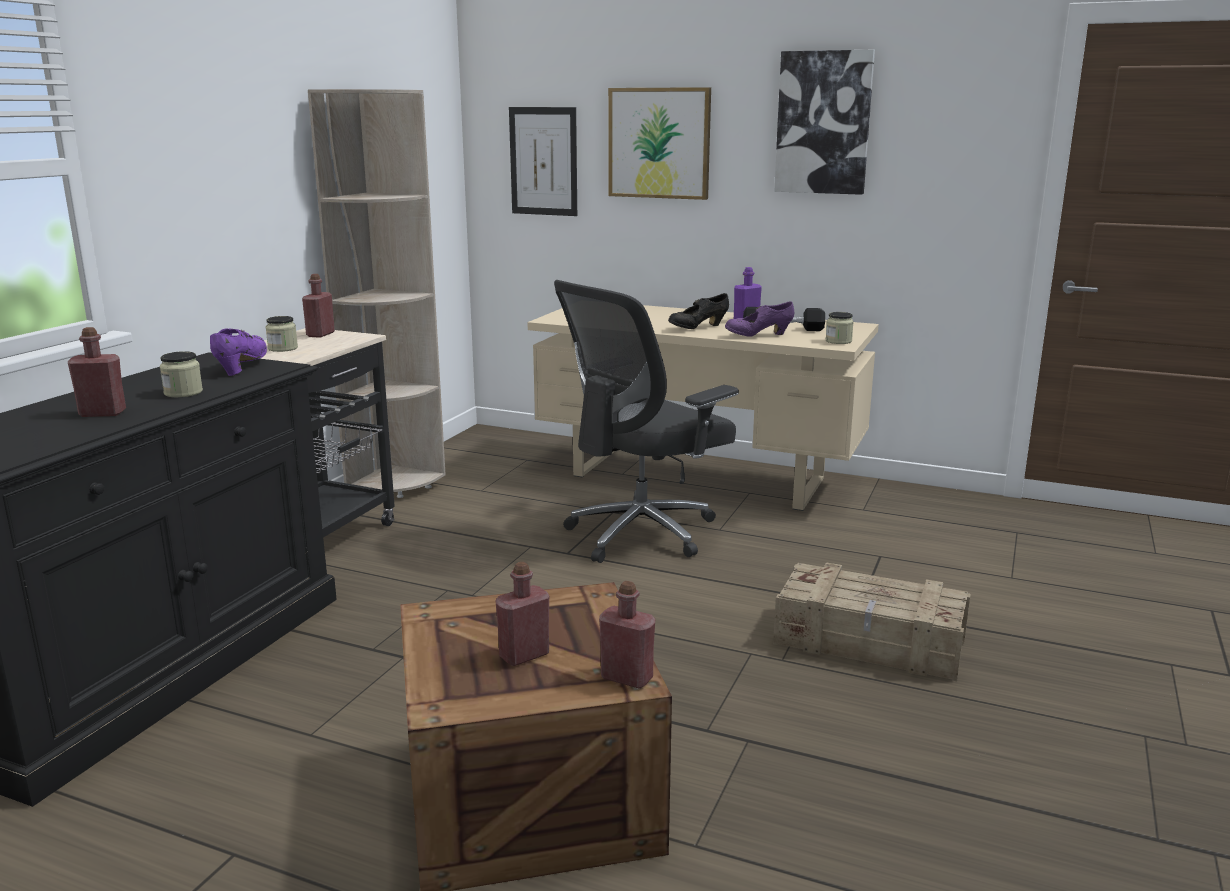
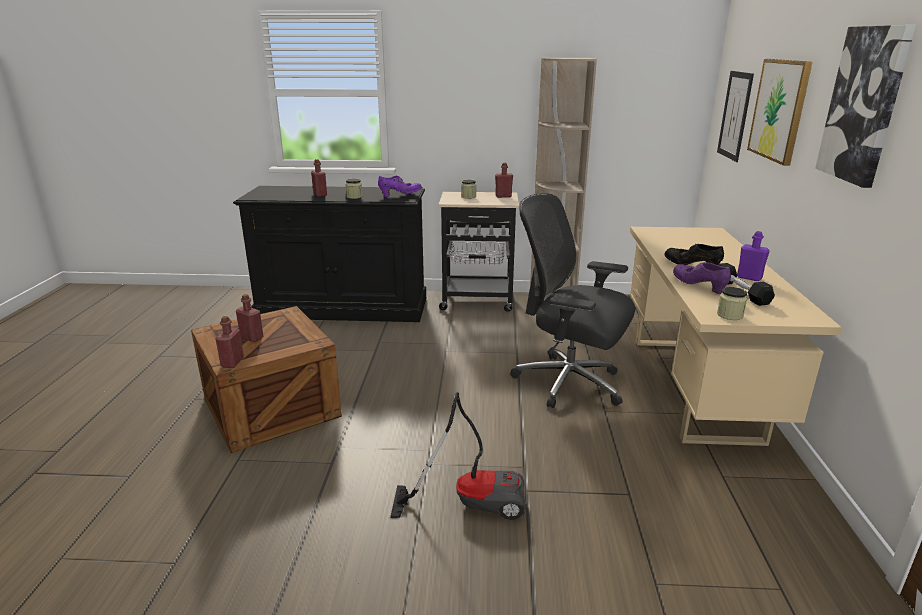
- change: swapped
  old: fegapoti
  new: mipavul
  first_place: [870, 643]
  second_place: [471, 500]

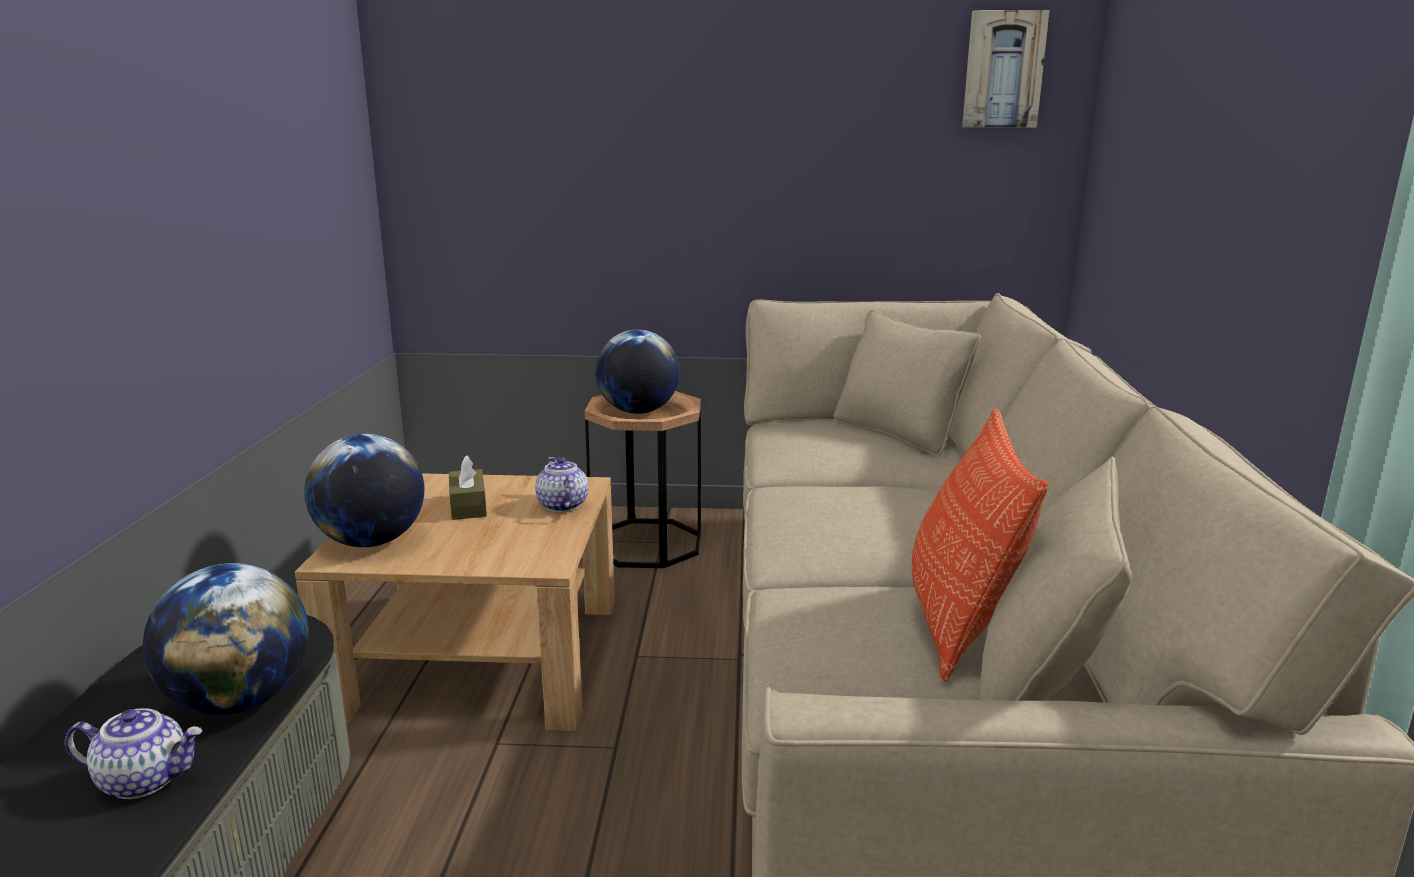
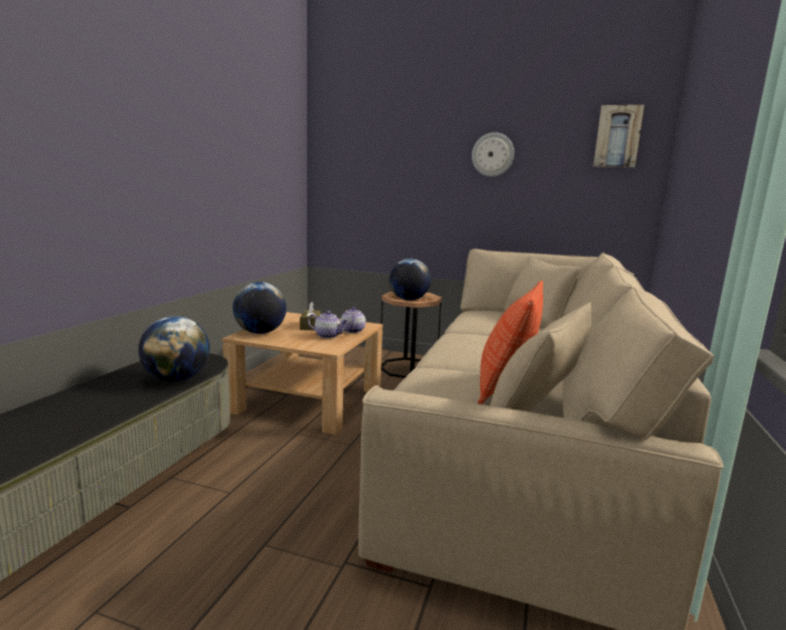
- change: shifted
  old: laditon
  first_place: [145, 779]
  second_place: [328, 335]
- change: new
  new: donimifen
  second_place: [493, 154]

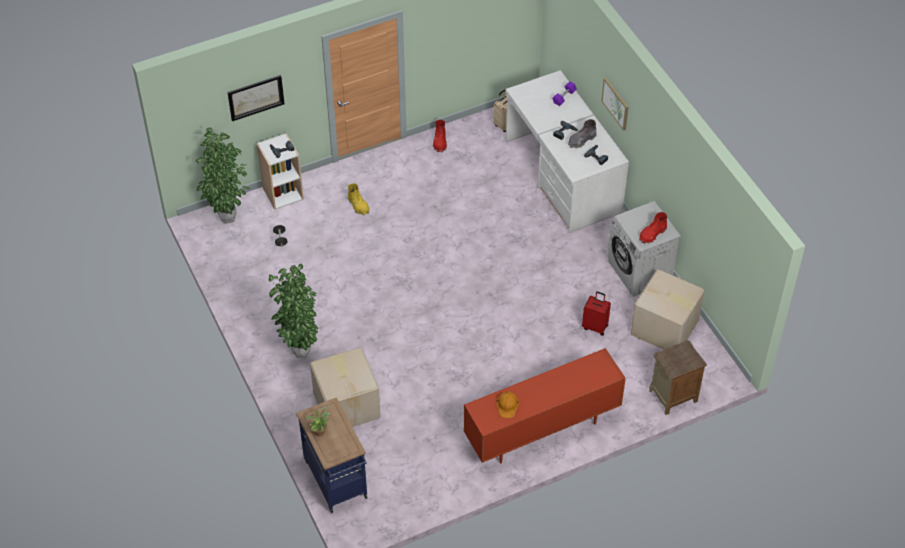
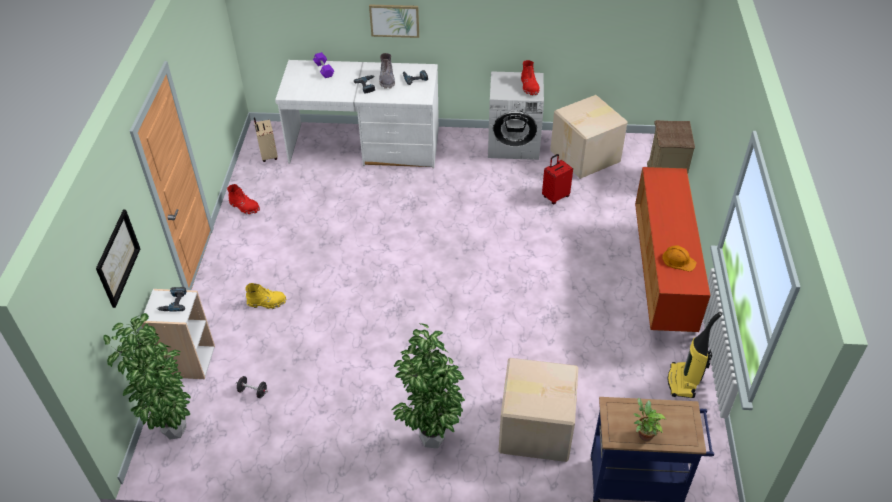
- change: new
  new: mipavul
  second_place: [683, 382]

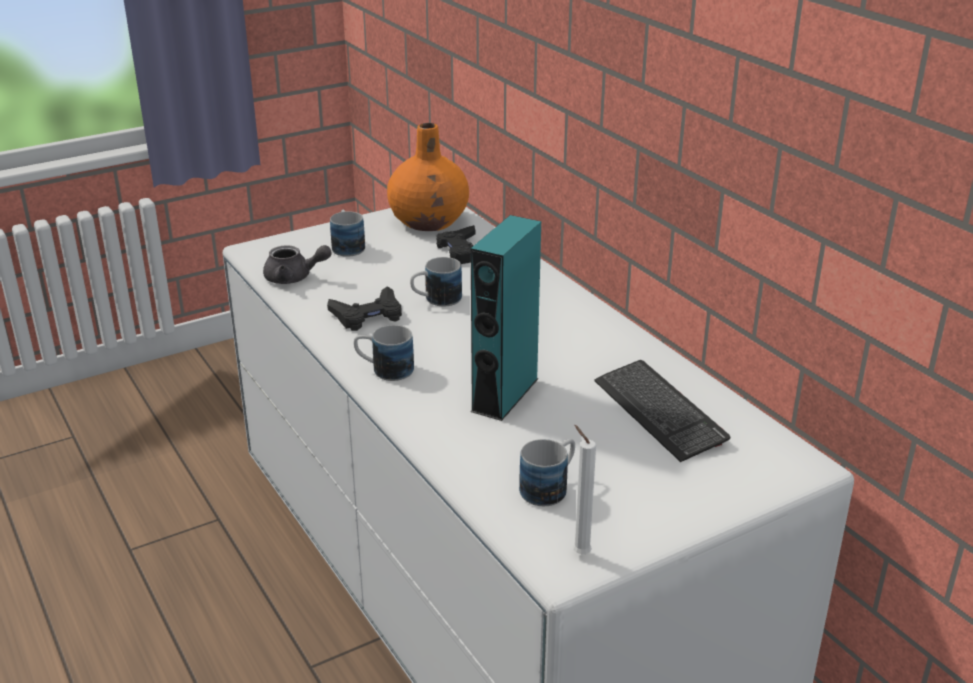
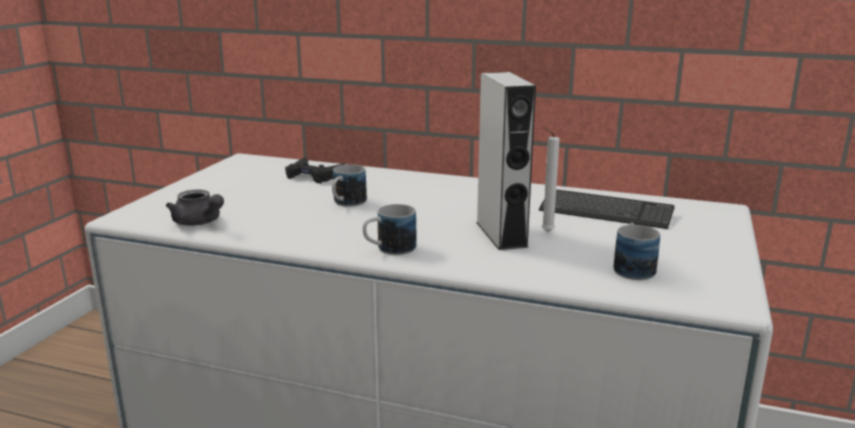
- change: rotated
  old: grey_laditon
  first_place: [294, 278]
  second_place: [199, 223]
  degrees: 75
- change: repainted
  old: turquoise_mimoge
  new: grey_mimoge
  first_place: [505, 395]
  second_place: [501, 234]
- change: shifted
  old: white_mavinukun
  first_place: [579, 552]
  second_place: [545, 232]
- change: gone
  old: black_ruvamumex
  first_place: [368, 315]
- change: gone
  old: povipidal
  first_place: [347, 246]
- change: gone
  old: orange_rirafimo
  first_place: [429, 221]

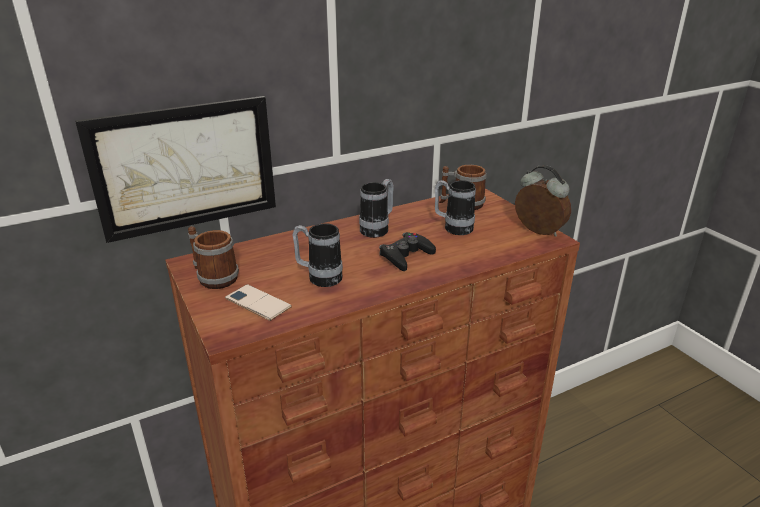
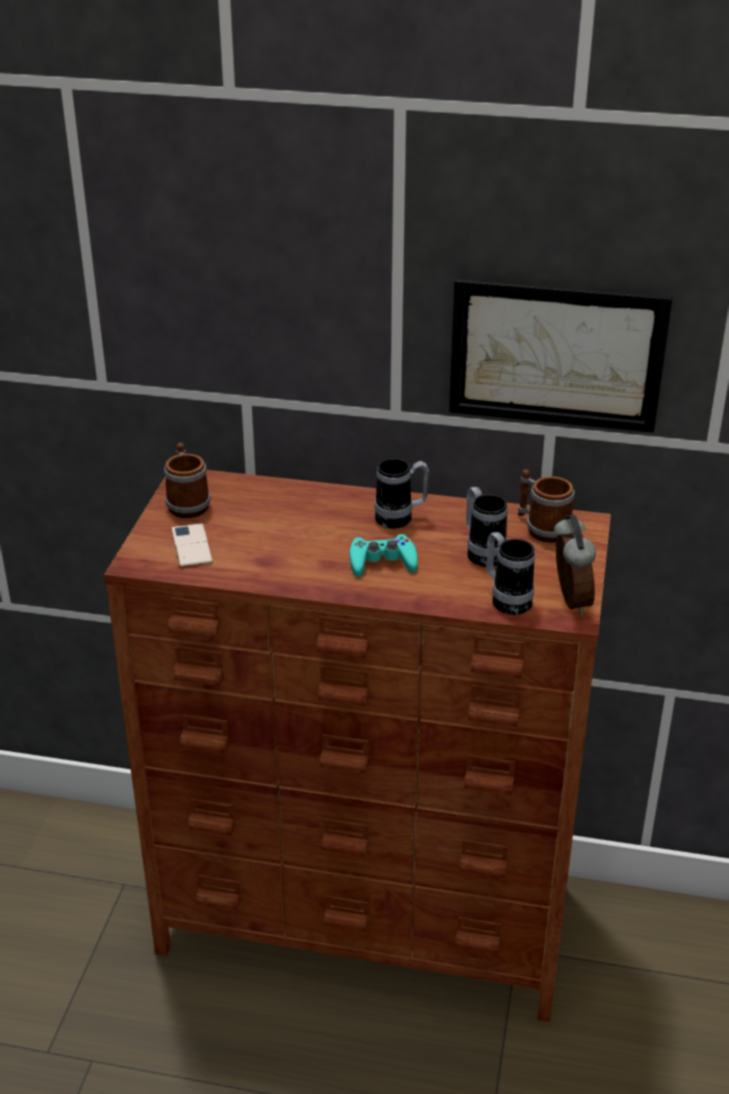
- change: repainted
  old: black_ruvamumex
  new: turquoise_ruvamumex
  first_place: [406, 256]
  second_place: [382, 562]
- change: shifted
  old: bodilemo
  first_place: [185, 167]
  second_place: [556, 355]
- change: shifted
  old: povipidal
  first_place: [319, 278]
  second_place: [506, 599]

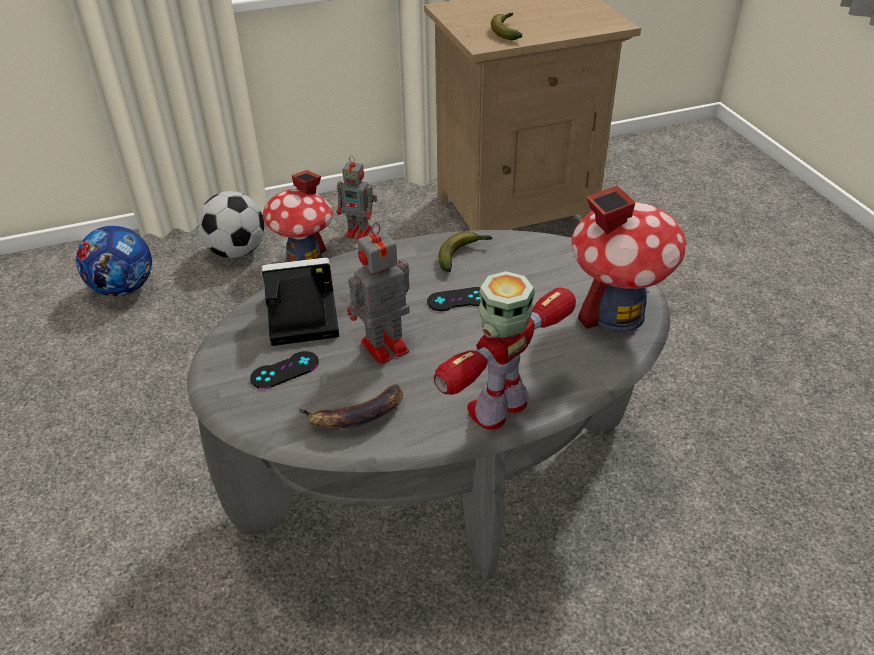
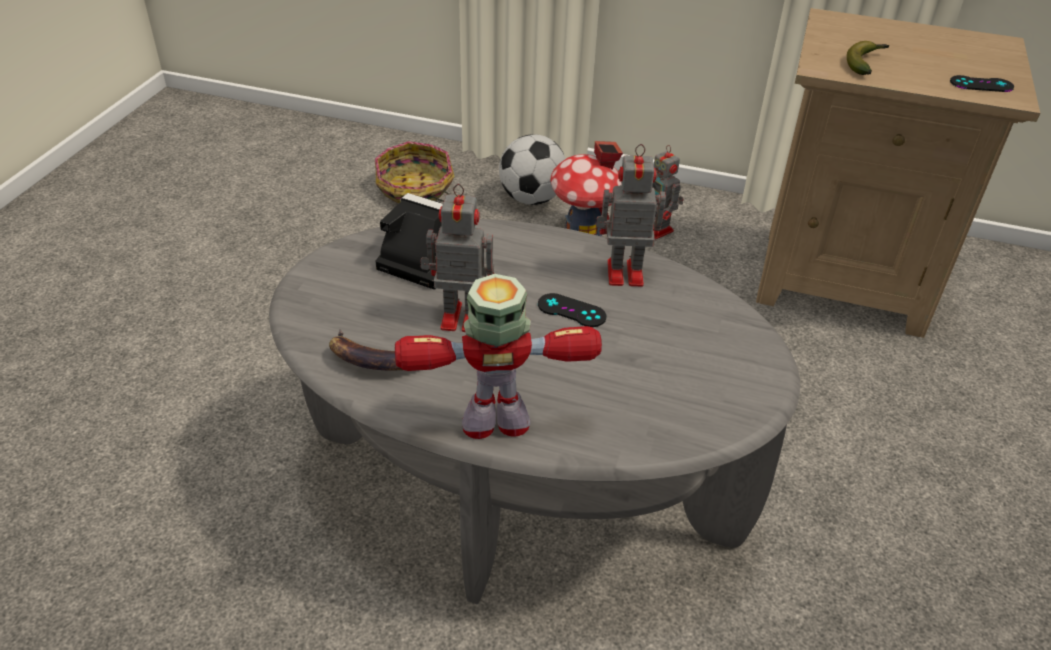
- change: swapped
  old: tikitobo
  new: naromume
  first_place: [124, 288]
  second_place: [415, 189]
- change: swapped
  old: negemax
  new: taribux
  first_place: [463, 255]
  second_place: [622, 273]
- change: shifted
  old: black_ruvamumex
  first_place: [285, 370]
  second_place: [981, 84]
- change: gone
  old: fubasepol
  first_place: [616, 313]

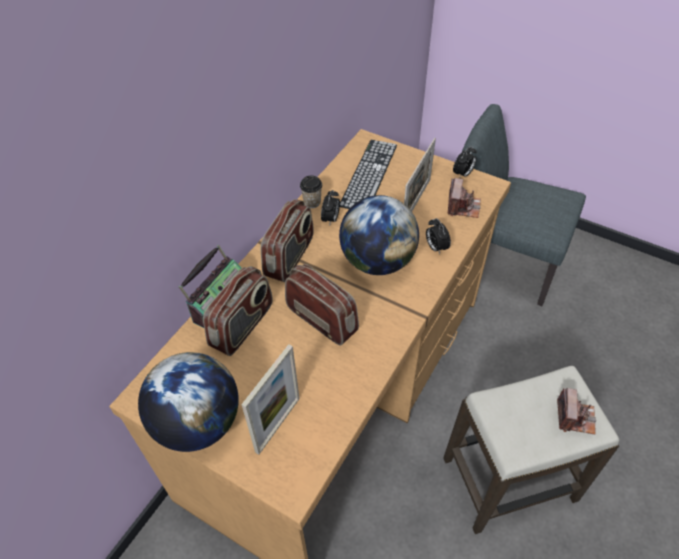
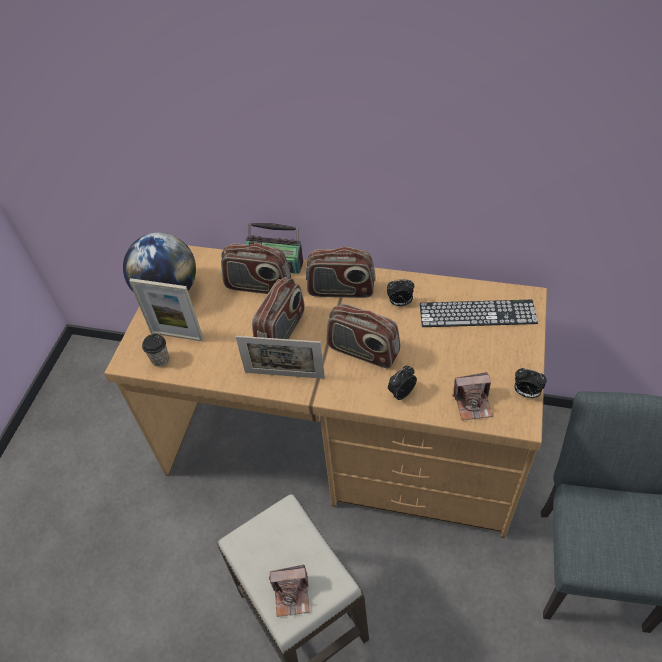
- change: shifted
  old: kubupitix
  first_place: [312, 202]
  second_place: [160, 359]
- change: shifted
  old: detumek
  first_place: [416, 202]
  second_place: [284, 375]
- change: swapped
  old: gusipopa
  new: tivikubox
  first_place: [377, 261]
  second_place: [363, 351]

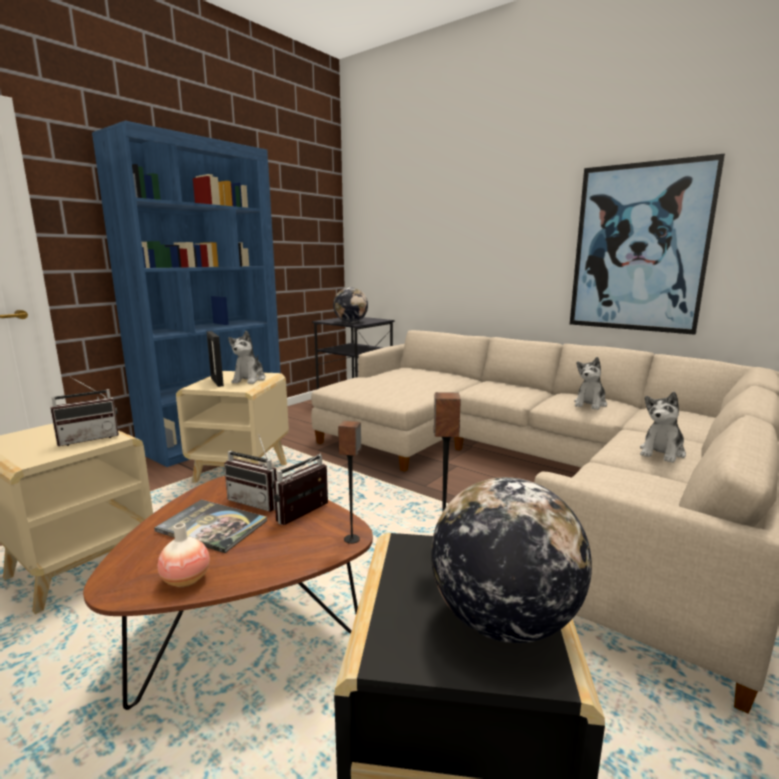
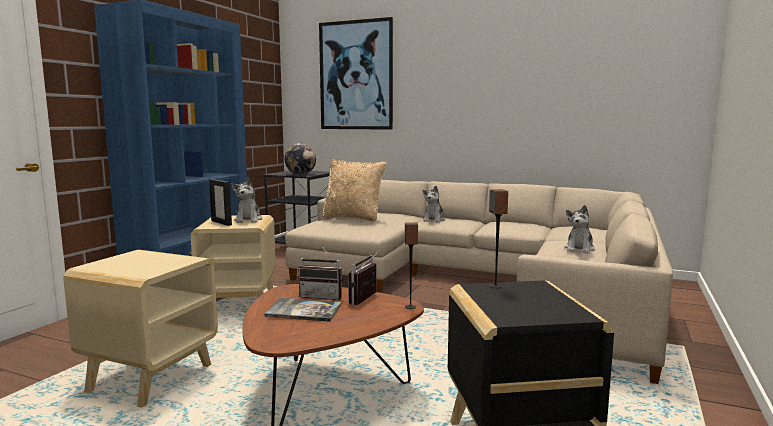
- change: shifted
  old: bodilemo
  first_place: [639, 248]
  second_place: [356, 75]
- change: new
  new: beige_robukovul
  second_place: [353, 219]
- change: shifted
  old: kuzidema
  first_place: [590, 404]
  second_place: [434, 220]
- change: gone
  old: tivikubox
  first_place: [89, 438]
- change: gone
  old: rirafimo
  first_place: [186, 580]
- change: gone
  old: gusipopa
  first_place: [503, 621]

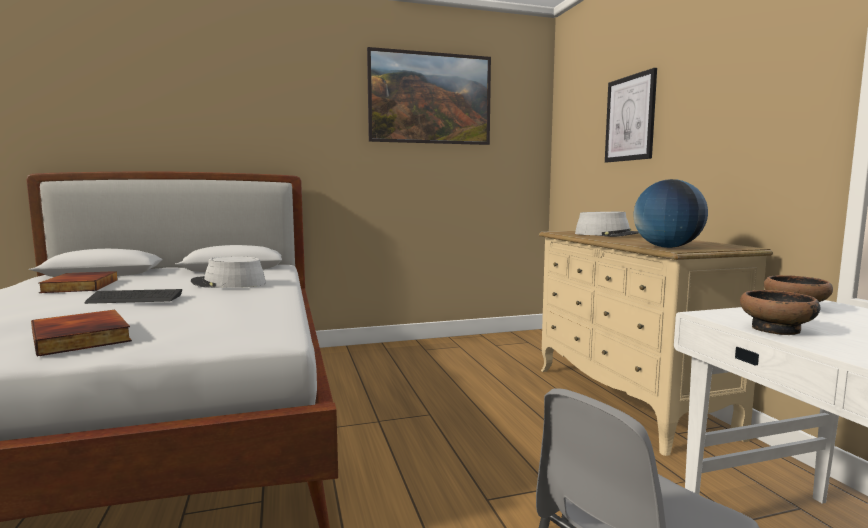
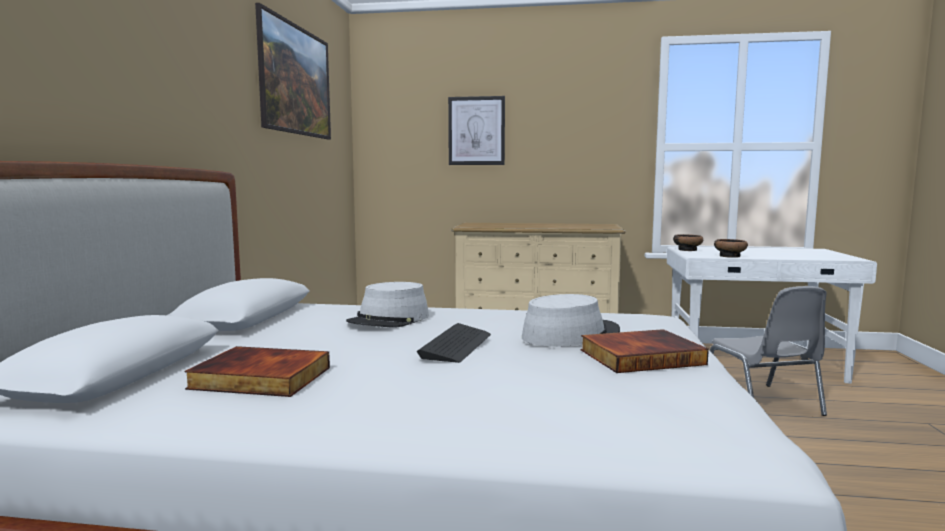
- change: shifted
  old: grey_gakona
  first_place: [608, 234]
  second_place: [570, 335]
- change: gone
  old: gusipopa
  first_place: [667, 247]

